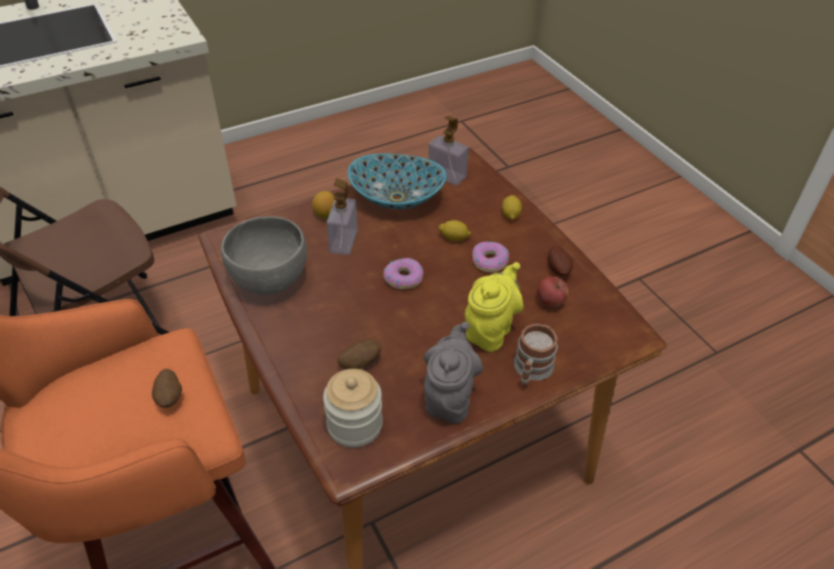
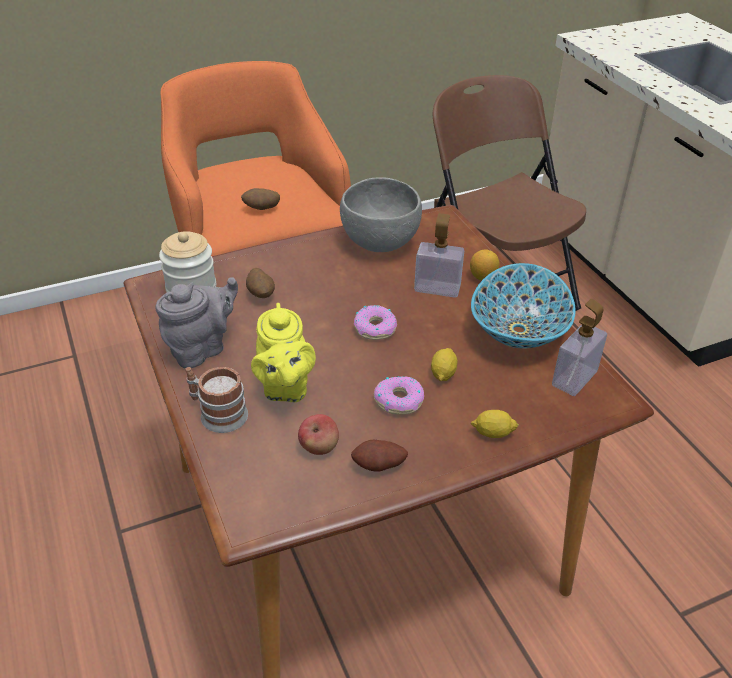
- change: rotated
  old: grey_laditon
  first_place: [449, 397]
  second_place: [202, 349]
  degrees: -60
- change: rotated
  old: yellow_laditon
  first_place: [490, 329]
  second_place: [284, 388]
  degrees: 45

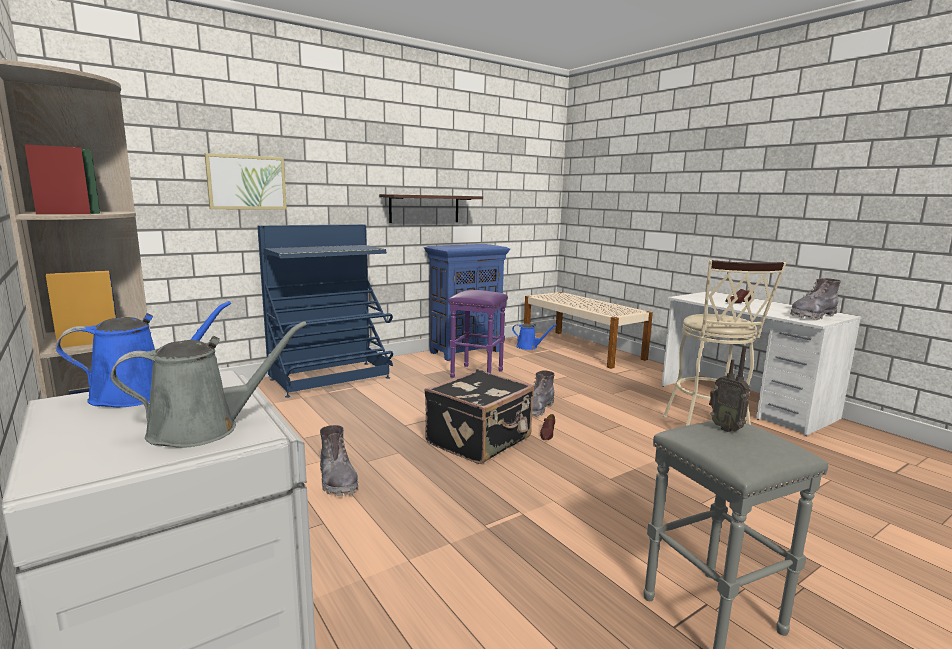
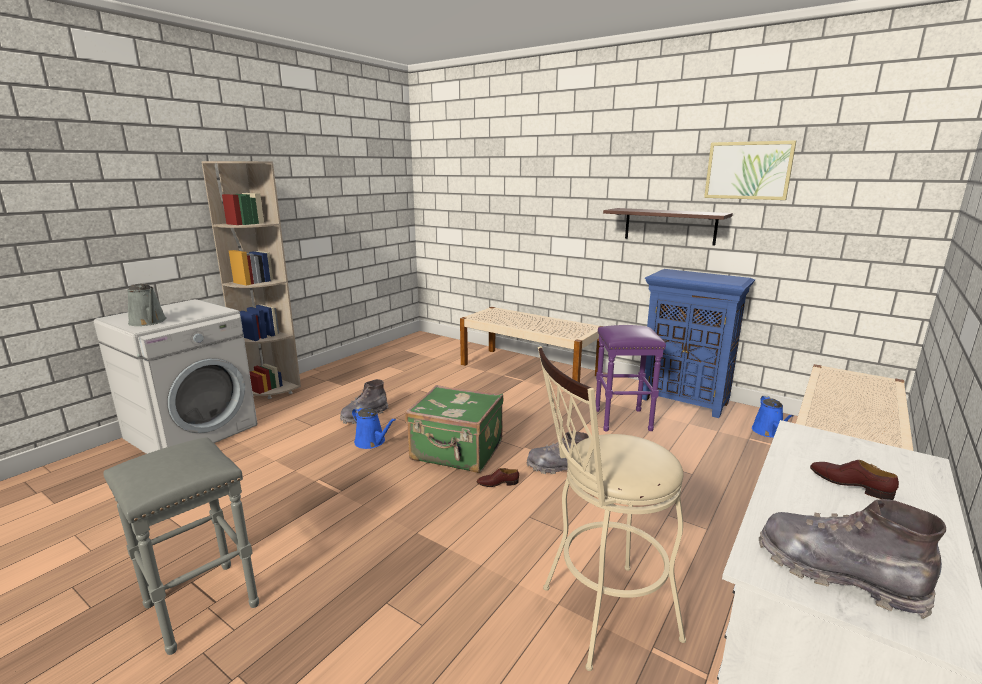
- change: shifted
  old: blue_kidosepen
  first_place: [140, 394]
  second_place: [372, 442]
- change: repainted
  old: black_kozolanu
  new: green_kozolanu
  first_place: [480, 441]
  second_place: [457, 452]
- change: swapped
  old: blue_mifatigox
  new: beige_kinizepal
  first_place: [332, 380]
  second_place: [529, 369]
- change: shifted
  old: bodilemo
  first_place: [247, 182]
  second_place: [748, 170]
- change: gone
  old: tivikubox
  first_place: [726, 428]

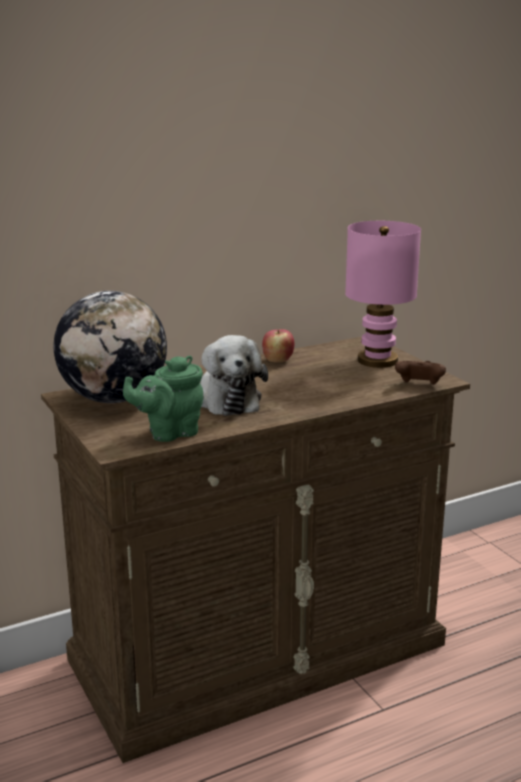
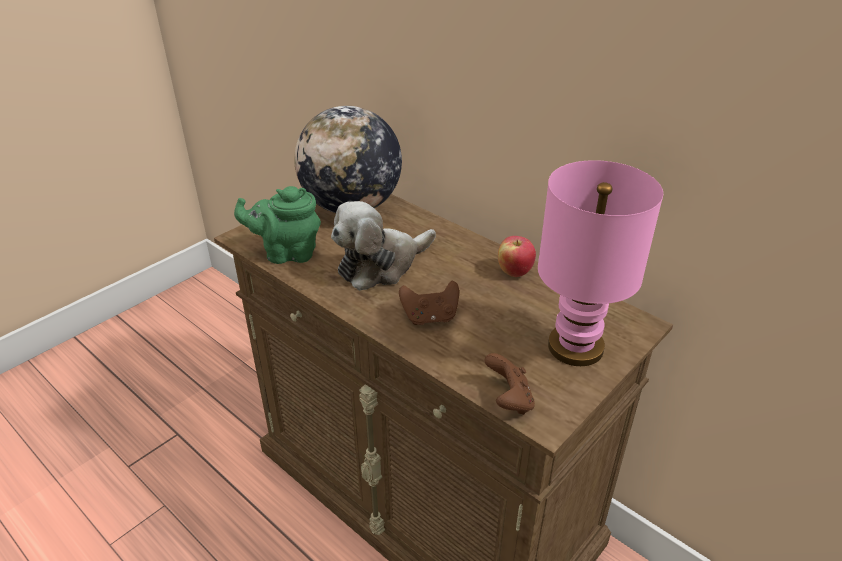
- change: rotated
  old: green_laditon
  first_place: [169, 433]
  second_place: [287, 253]
  degrees: -45
- change: new
  new: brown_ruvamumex
  second_place: [430, 317]

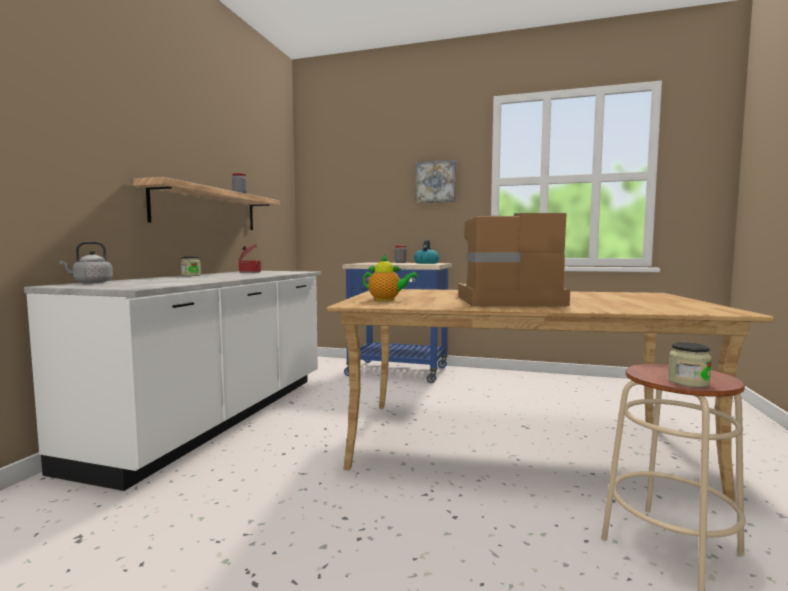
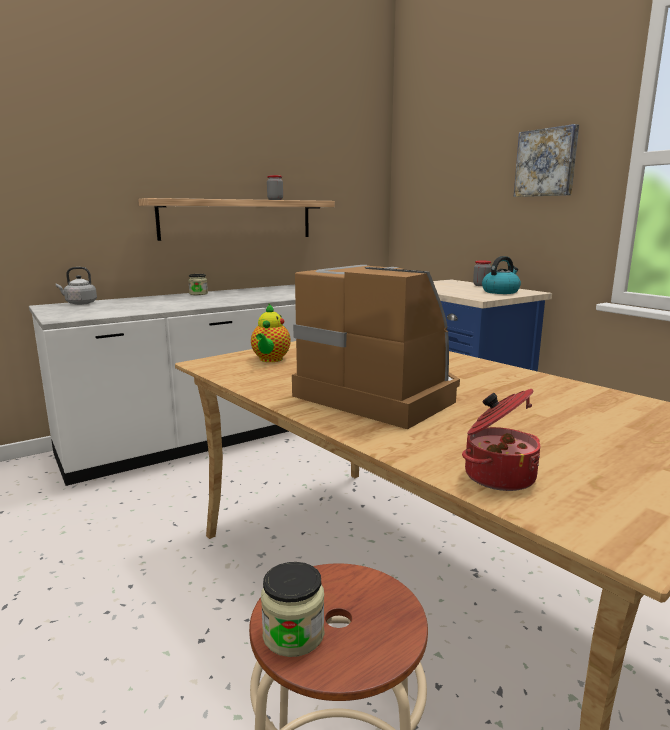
- change: rotated
  old: laditon
  first_place: [387, 299]
  second_place: [270, 360]
  degrees: 45
- change: shifted
  old: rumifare
  first_place: [249, 272]
  second_place: [497, 475]

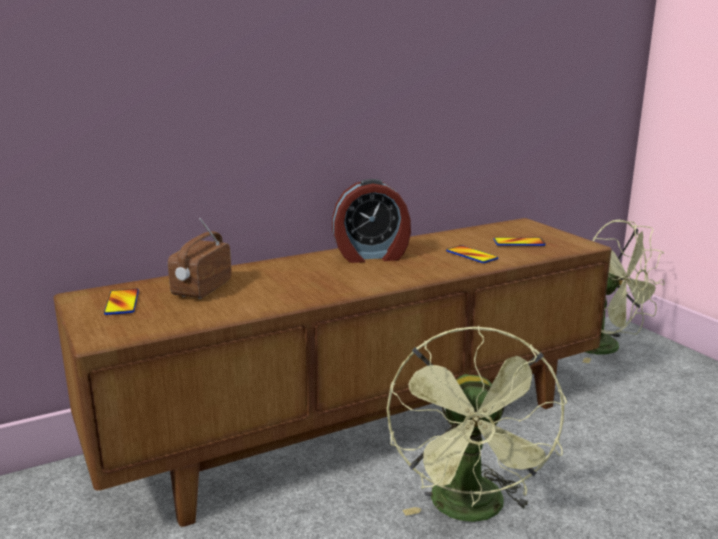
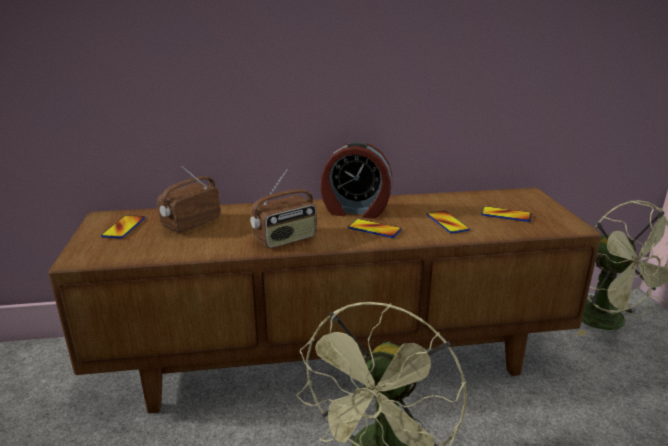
- change: new
  new: tivikubox
  second_place: [285, 239]
- change: new
  new: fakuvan
  second_place: [374, 229]

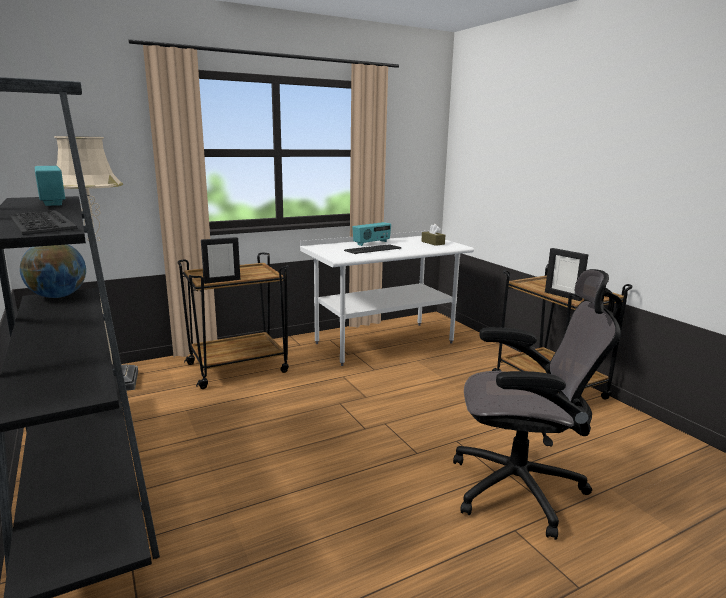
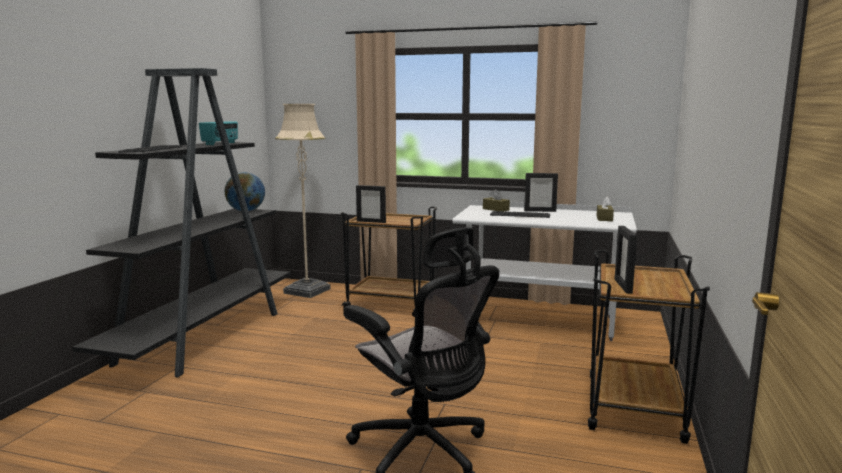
- change: new
  new: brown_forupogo
  second_place: [496, 209]
- change: swapped
  old: tivikubox
  new: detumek
  first_place: [372, 243]
  second_place: [540, 211]

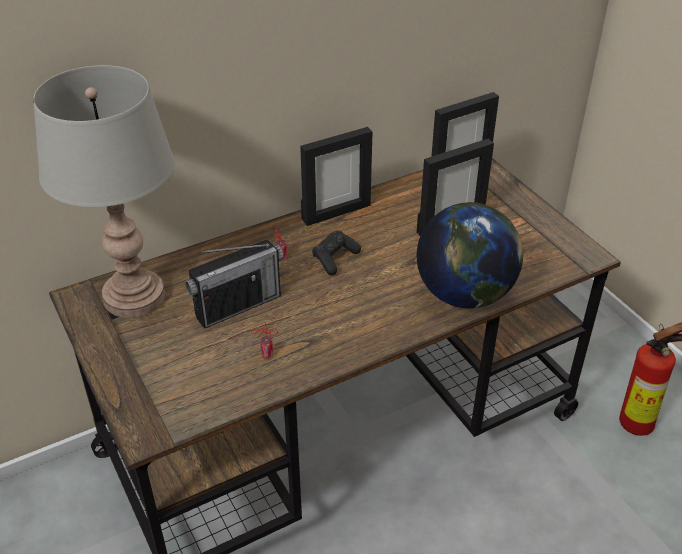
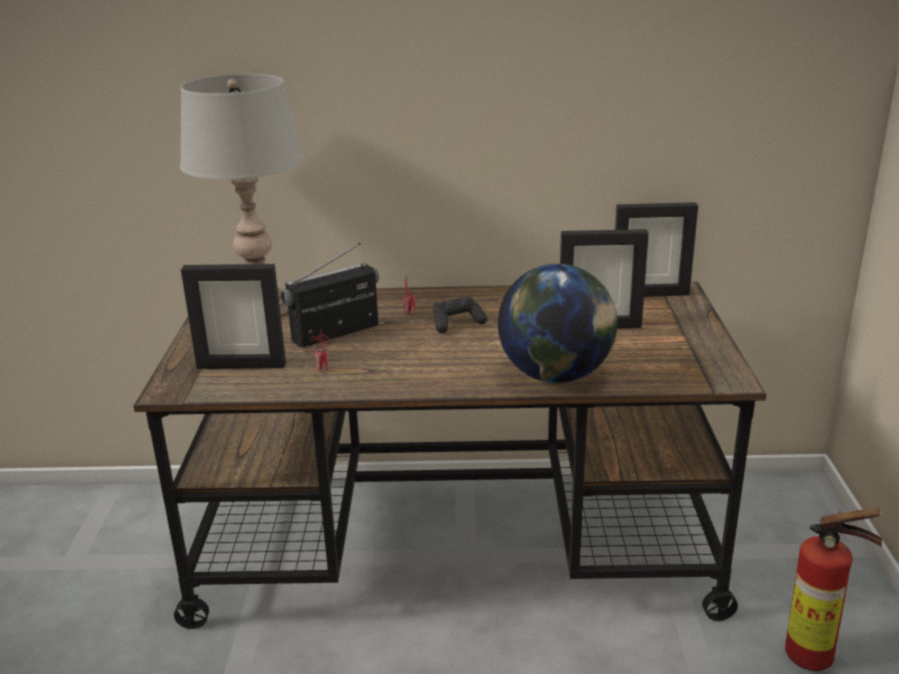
- change: shifted
  old: detumek
  first_place: [336, 212]
  second_place: [242, 365]
- change: rotated
  old: tivikubox
  first_place: [238, 306]
  second_place: [336, 333]
  degrees: 150

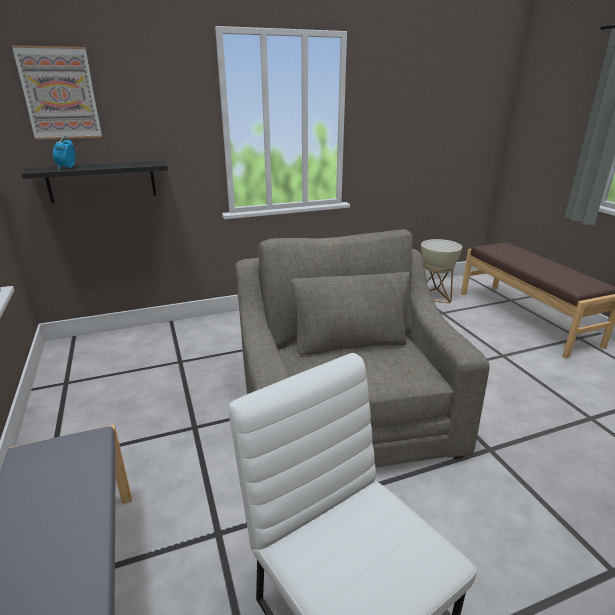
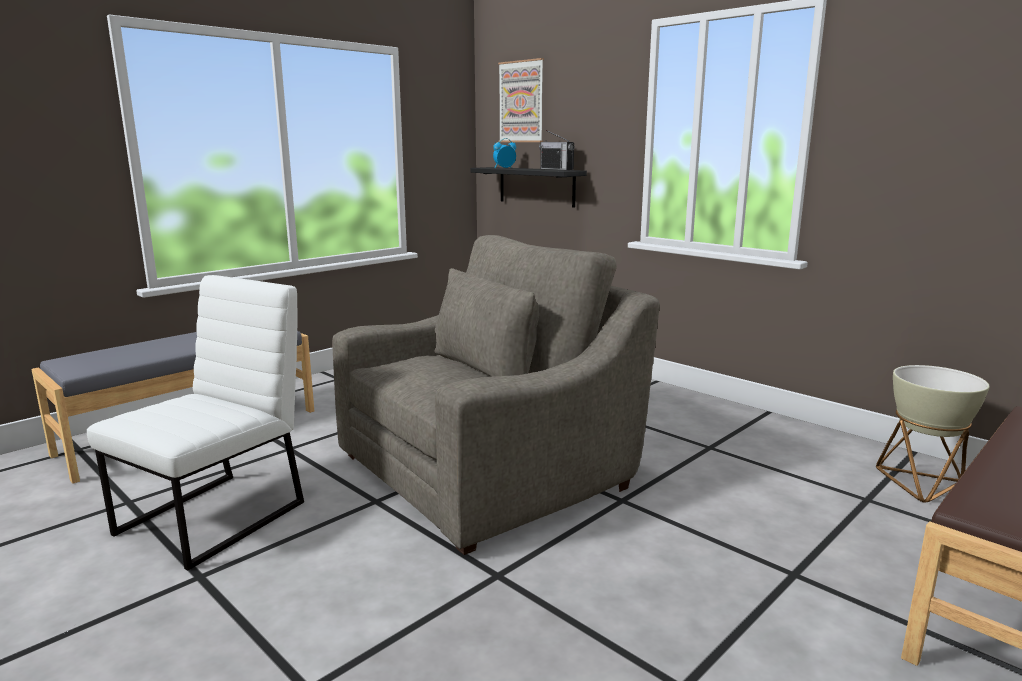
- change: new
  new: tivikubox
  second_place: [556, 169]

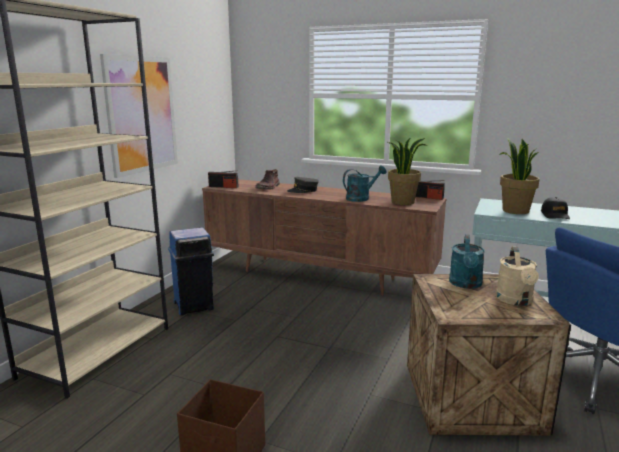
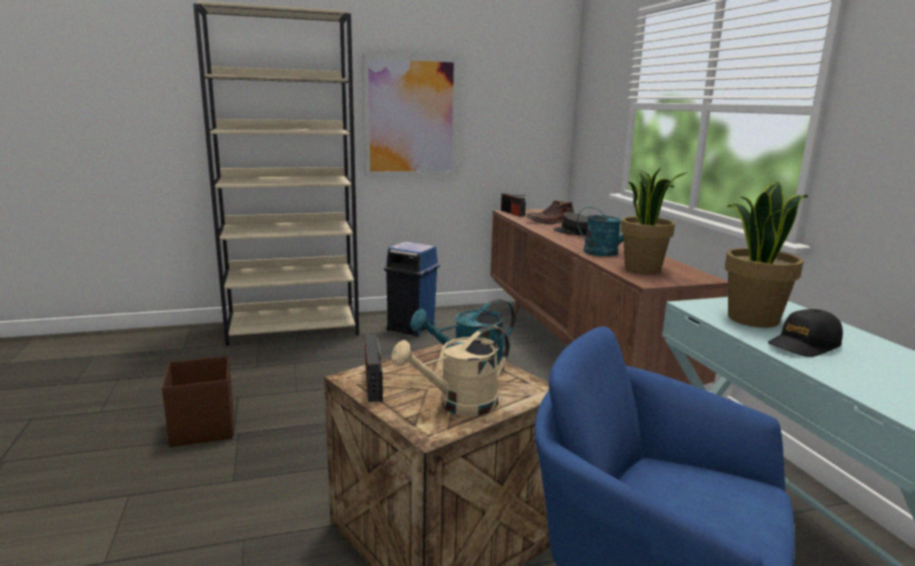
- change: shifted
  old: tivikubox
  first_place: [426, 197]
  second_place: [373, 383]

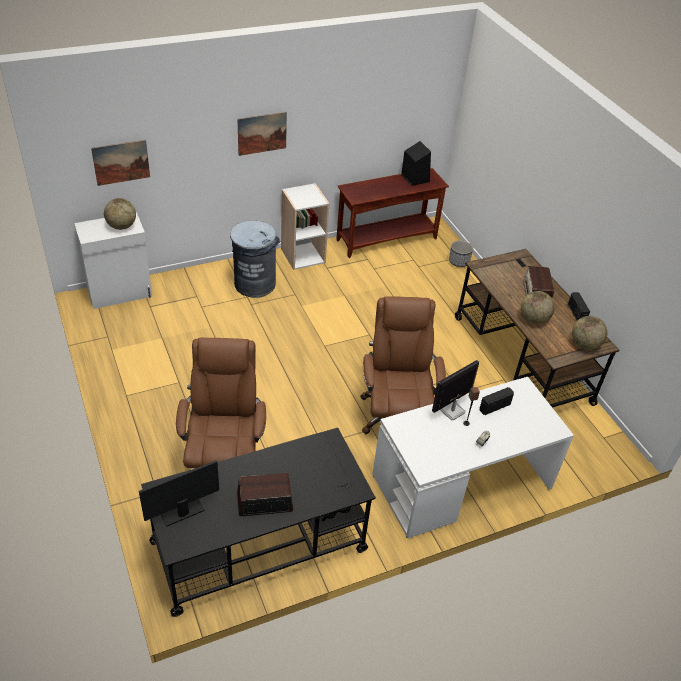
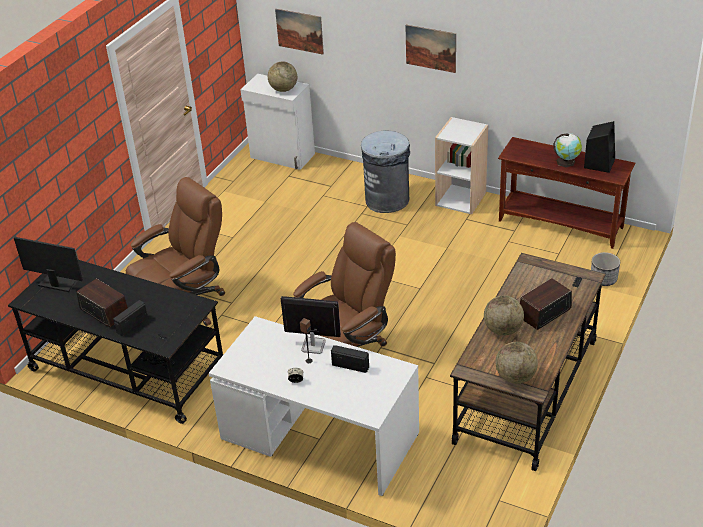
- change: shifted
  old: tivikubox
  first_place: [576, 313]
  second_place: [132, 324]
- change: new
  new: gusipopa
  second_place: [566, 162]

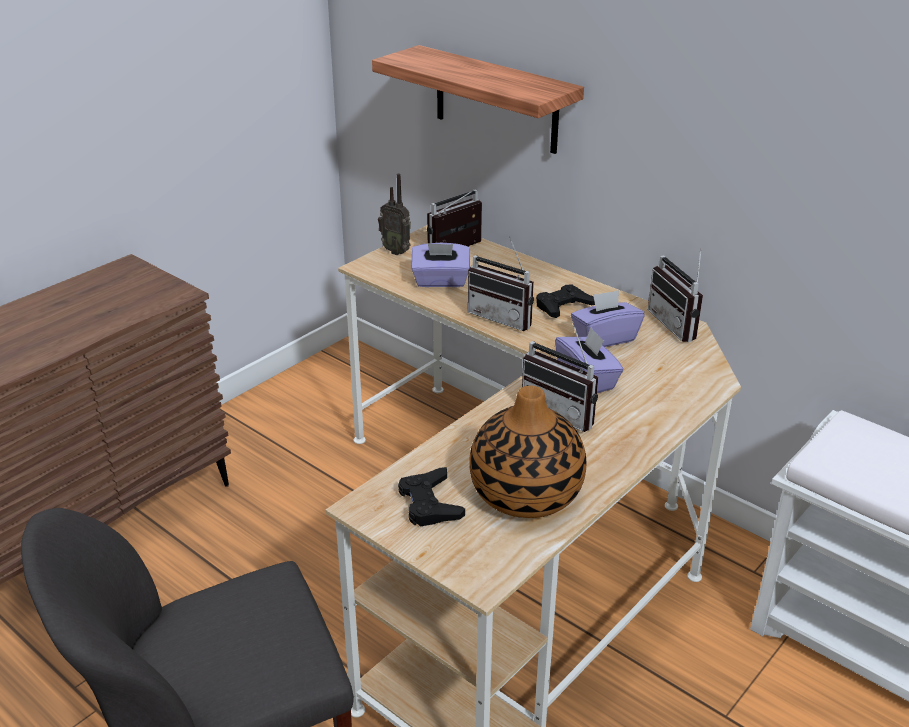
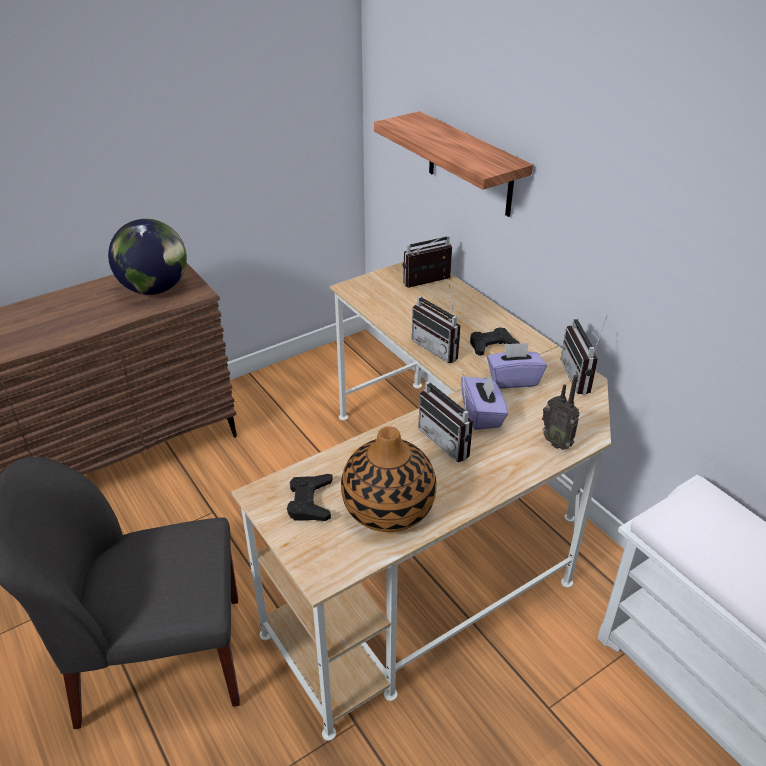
- change: new
  new: gusipopa
  second_place: [155, 289]
- change: shifted
  old: tivikubox
  first_place: [396, 251]
  second_place: [557, 442]
- change: gone
  old: purple_forupogo
  first_place: [440, 281]

